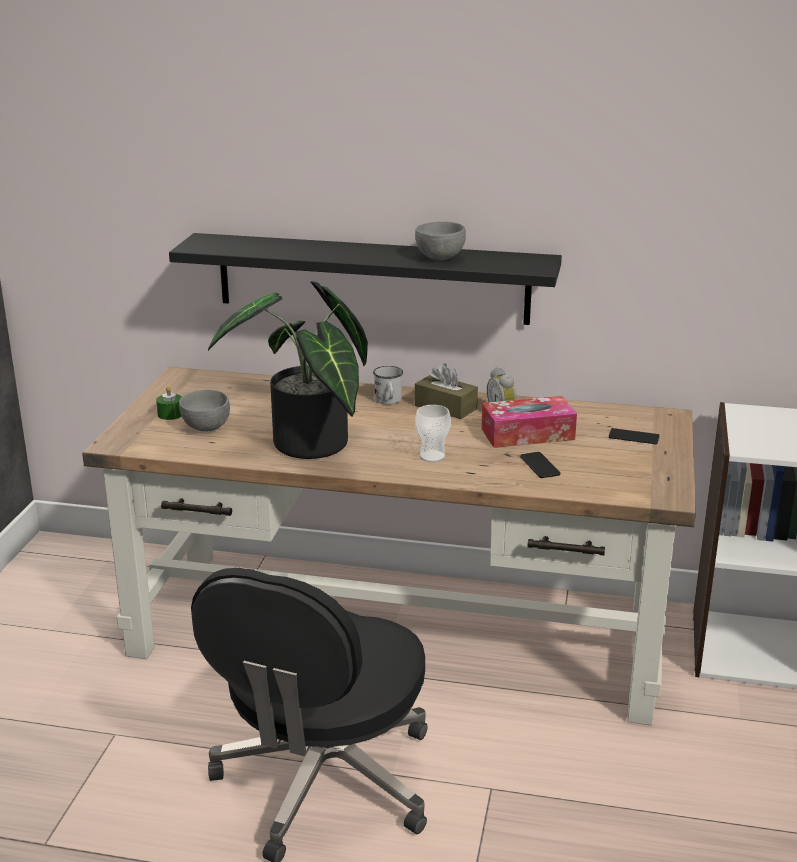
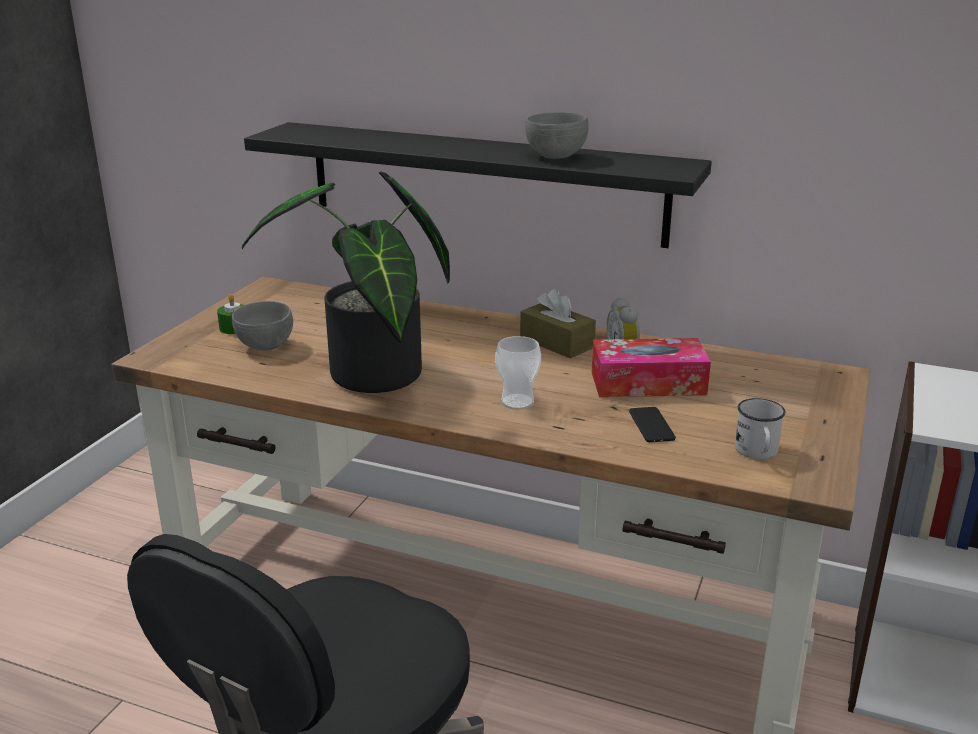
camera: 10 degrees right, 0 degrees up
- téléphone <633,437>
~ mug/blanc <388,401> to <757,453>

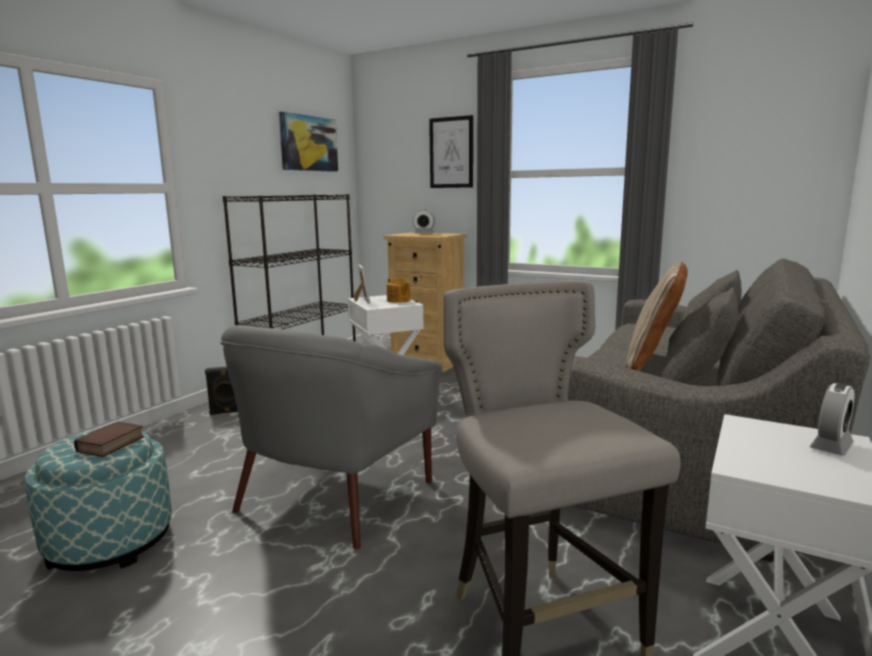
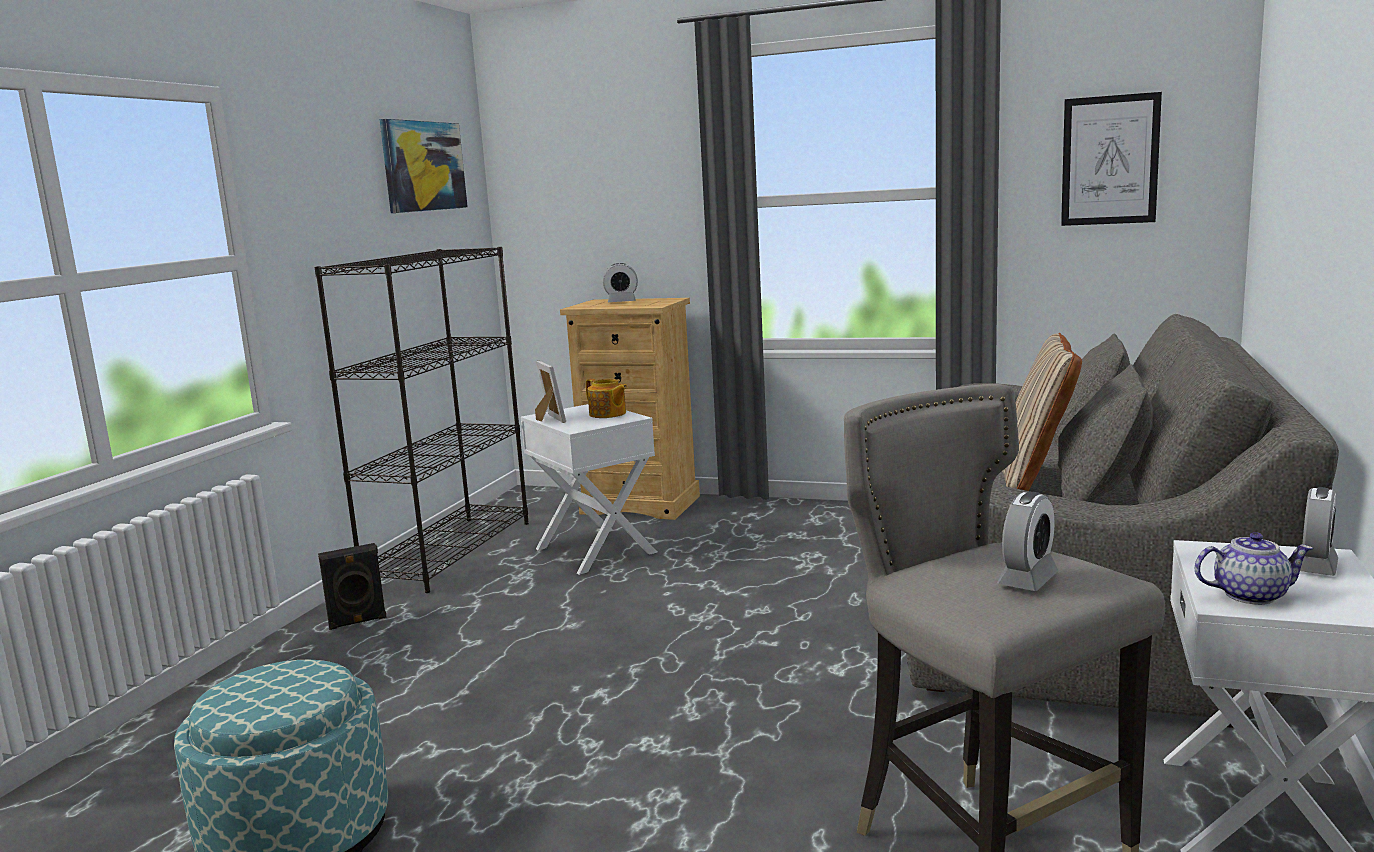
camera: 10 degrees left, 0 degrees up
- livre <111,444>
- fauteuil/gris <333,496>
+ réveil <1027,579>
+ théière <1250,595>
~ tableau <451,152> to <1109,160>

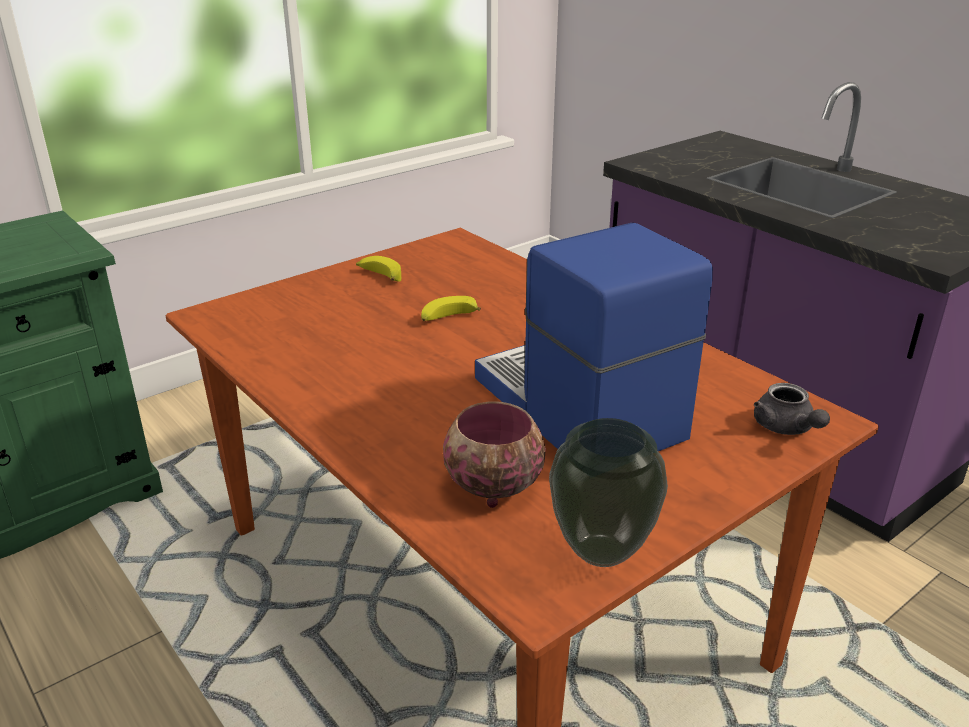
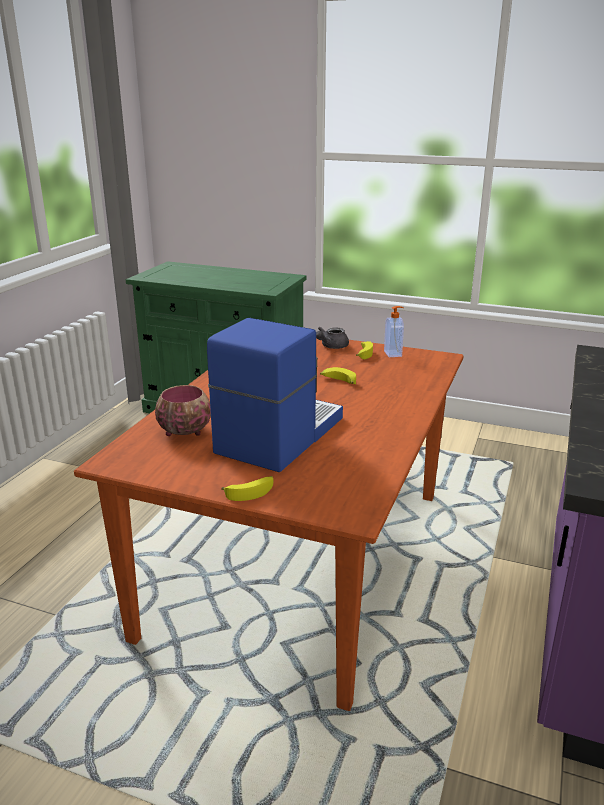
camera: 60 degrees right, 5 degrees down
- vase <603,552>
+ banane <251,492>
+ distributeur de savon <393,354>
~ théière/gris <786,428> to <331,346>

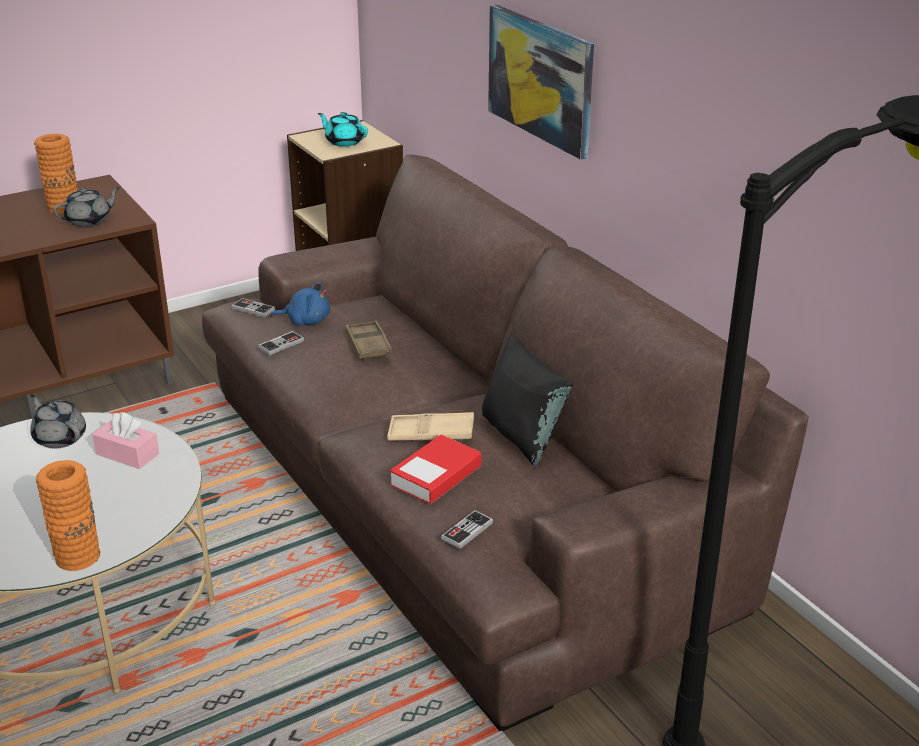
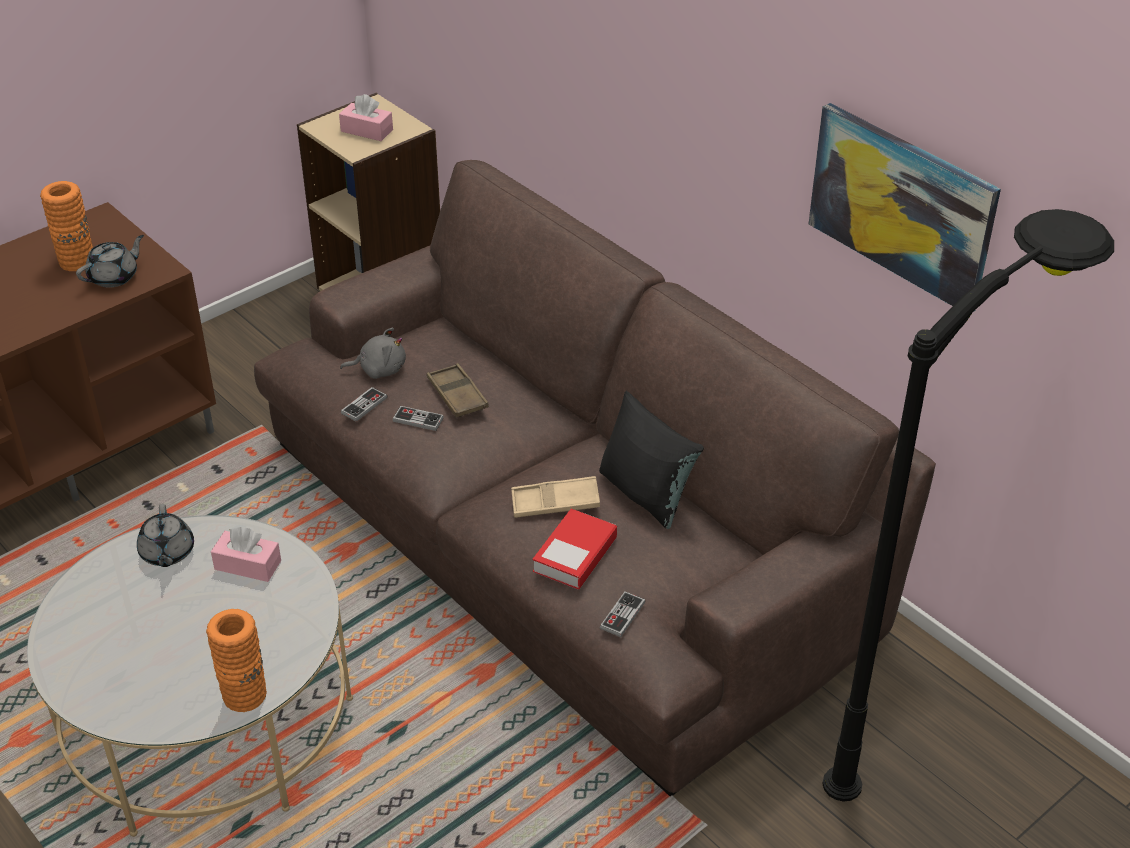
camera: 10 degrees left, 10 degrees up
~ manette <253,309> to <418,420>
~ tableau <541,79> to <902,205>
~ théière/turquoise <344,142> to boîte à mouchoirs/rose <367,130>
~ peluche/bleu <306,321> to peluche/gris <379,369>
~ théière/gris <59,437> = <167,553> 135 degrees counterclockwise

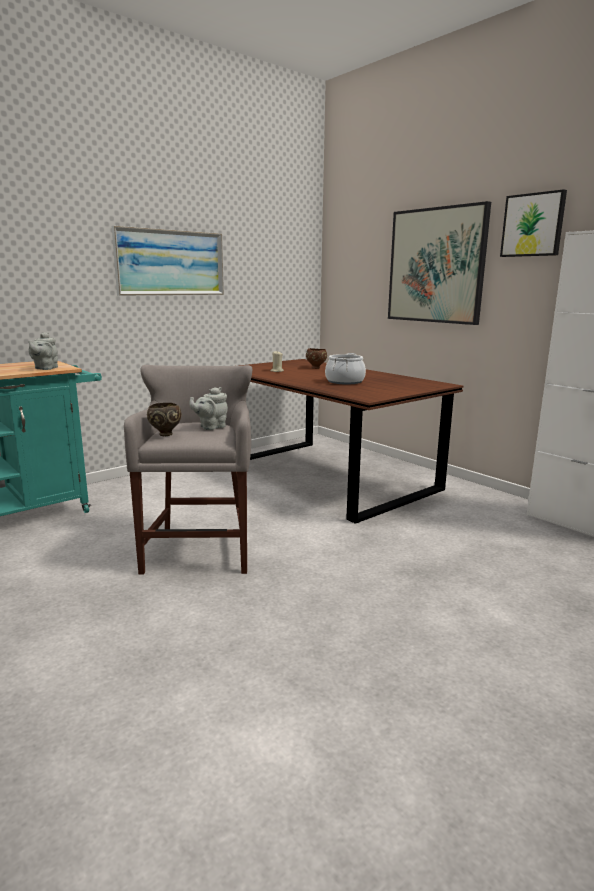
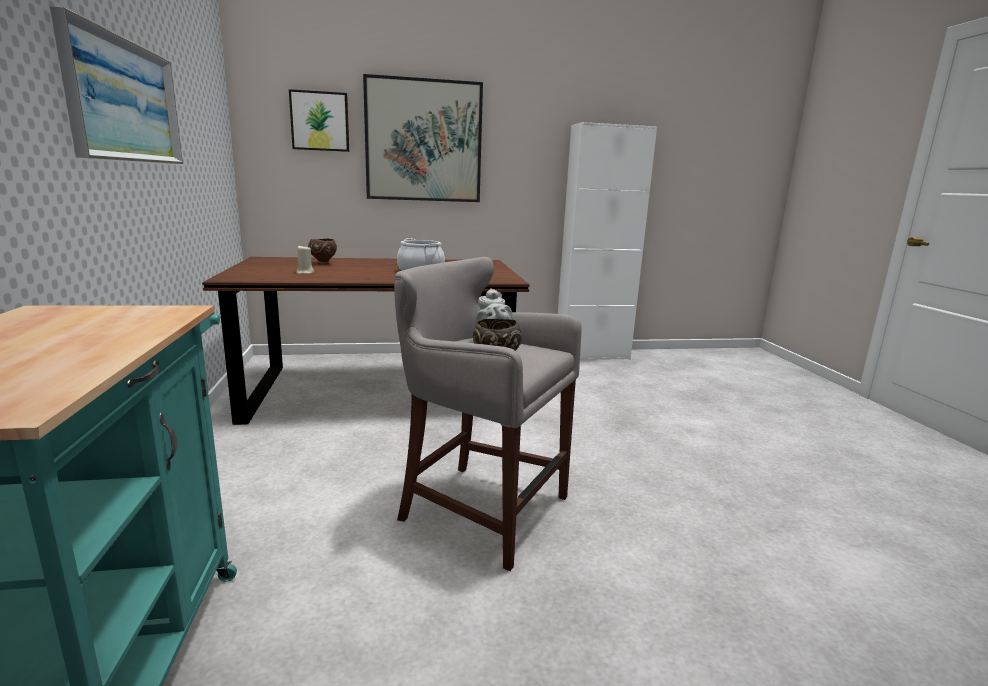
camera: 60 degrees left, 0 degrees up
- théière/gris <45,368>
~ tableau <533,225> to <320,121>

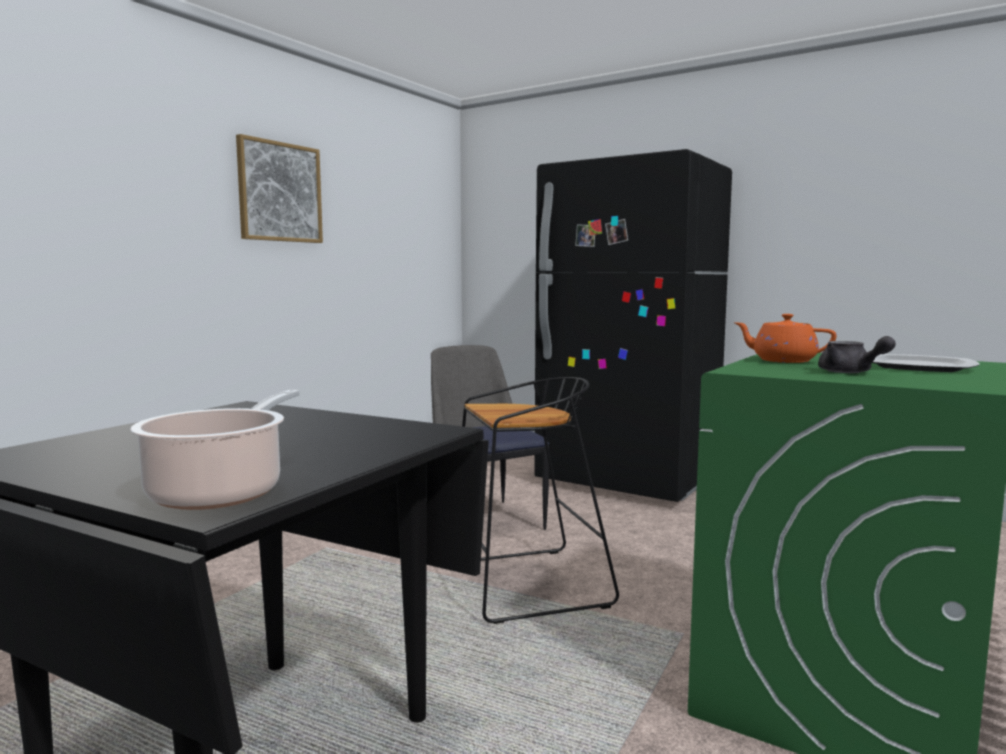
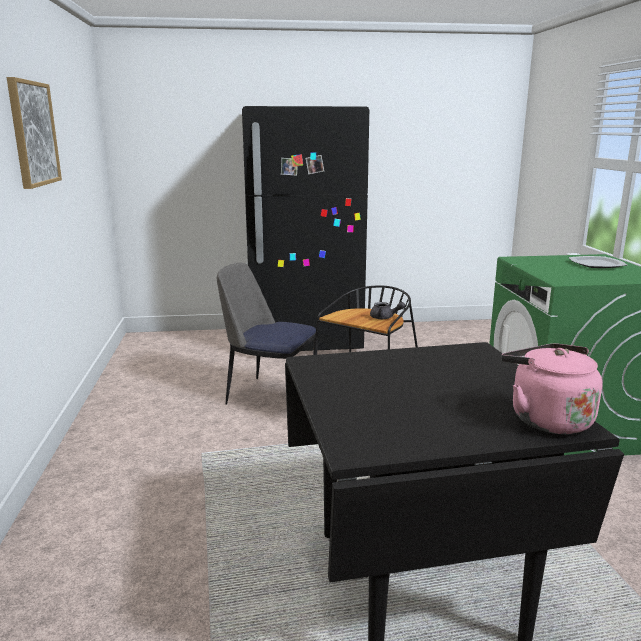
camera: 40 degrees left, 10 degrees up
- théière/orange <782,361>
~ théière/gris <850,372> to <385,318>
~ marmite <221,491> to bouilloire/rose <546,418>

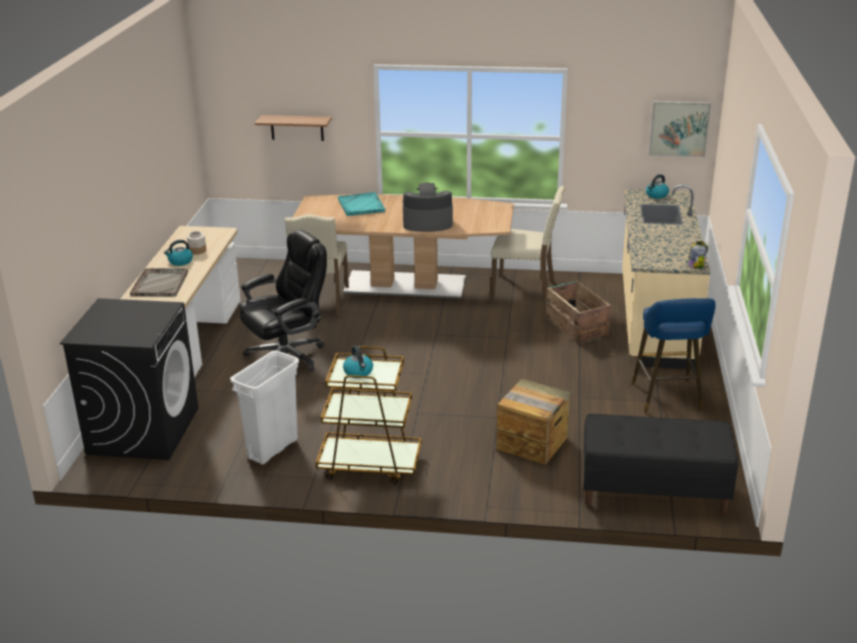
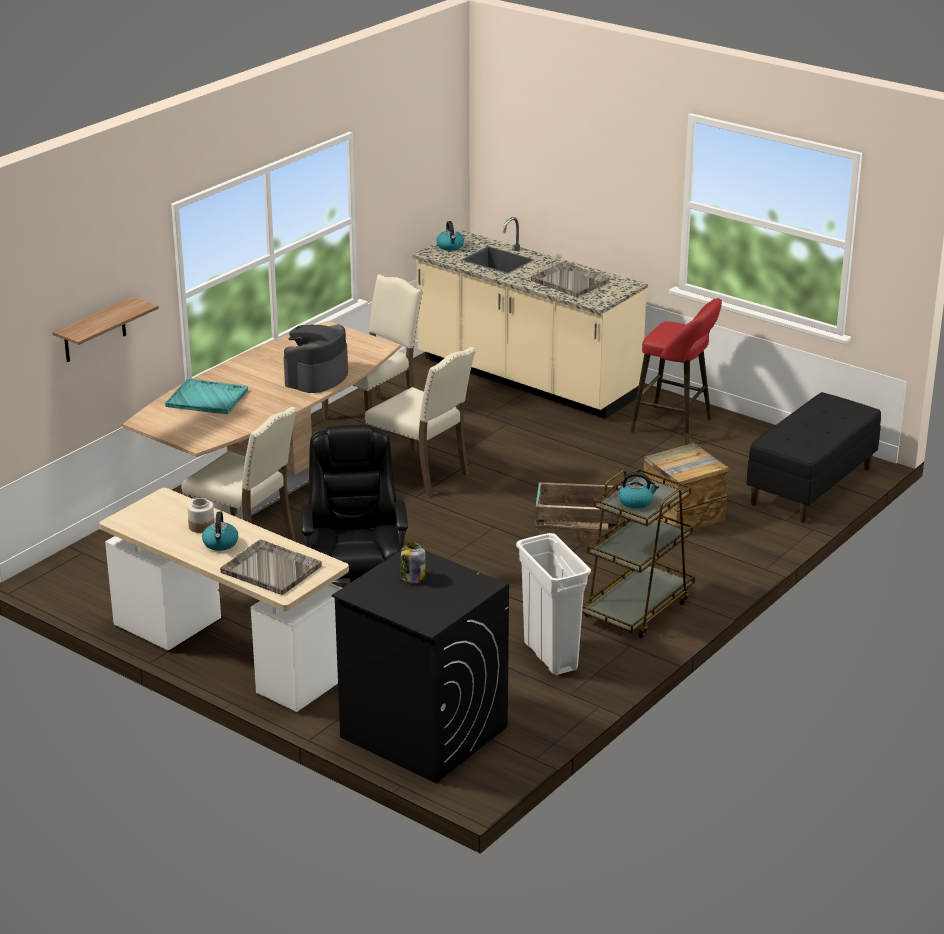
camera: 60 degrees left, 0 degrees up
- tableau <679,128>
+ chaise/beige <421,474>
+ plateau/gris <569,281>
~ caisse <576,325> to <576,535>
~ bocal <696,265> to <412,577>
~ tabouret/bleu <668,398> to tabouret/rouge <676,426>

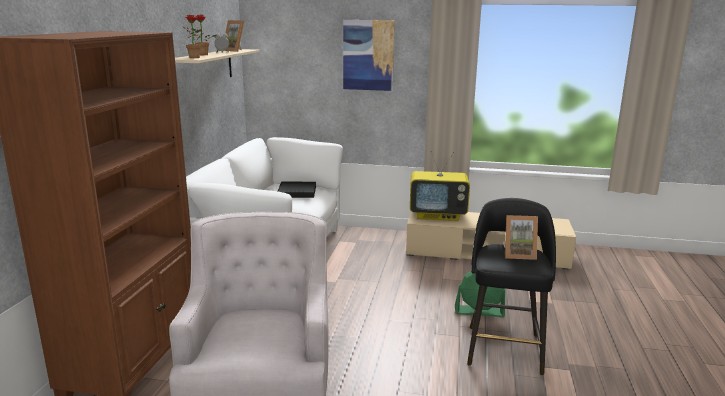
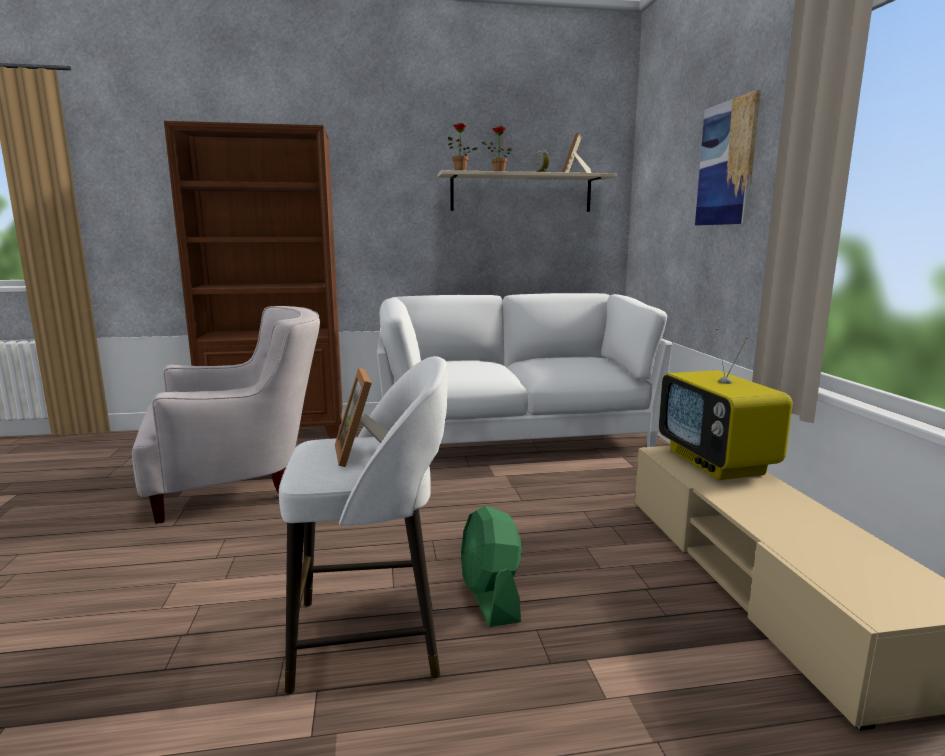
camera: 70 degrees right, 5 degrees down
- plateau/noir <297,192>
~ tabouret/noir <504,347> to tabouret/blanc <372,637>

